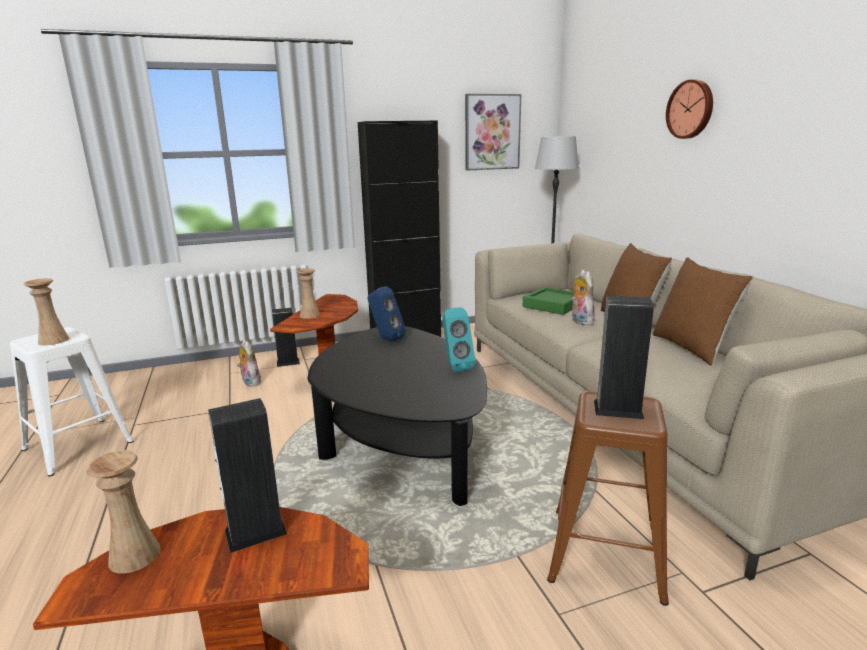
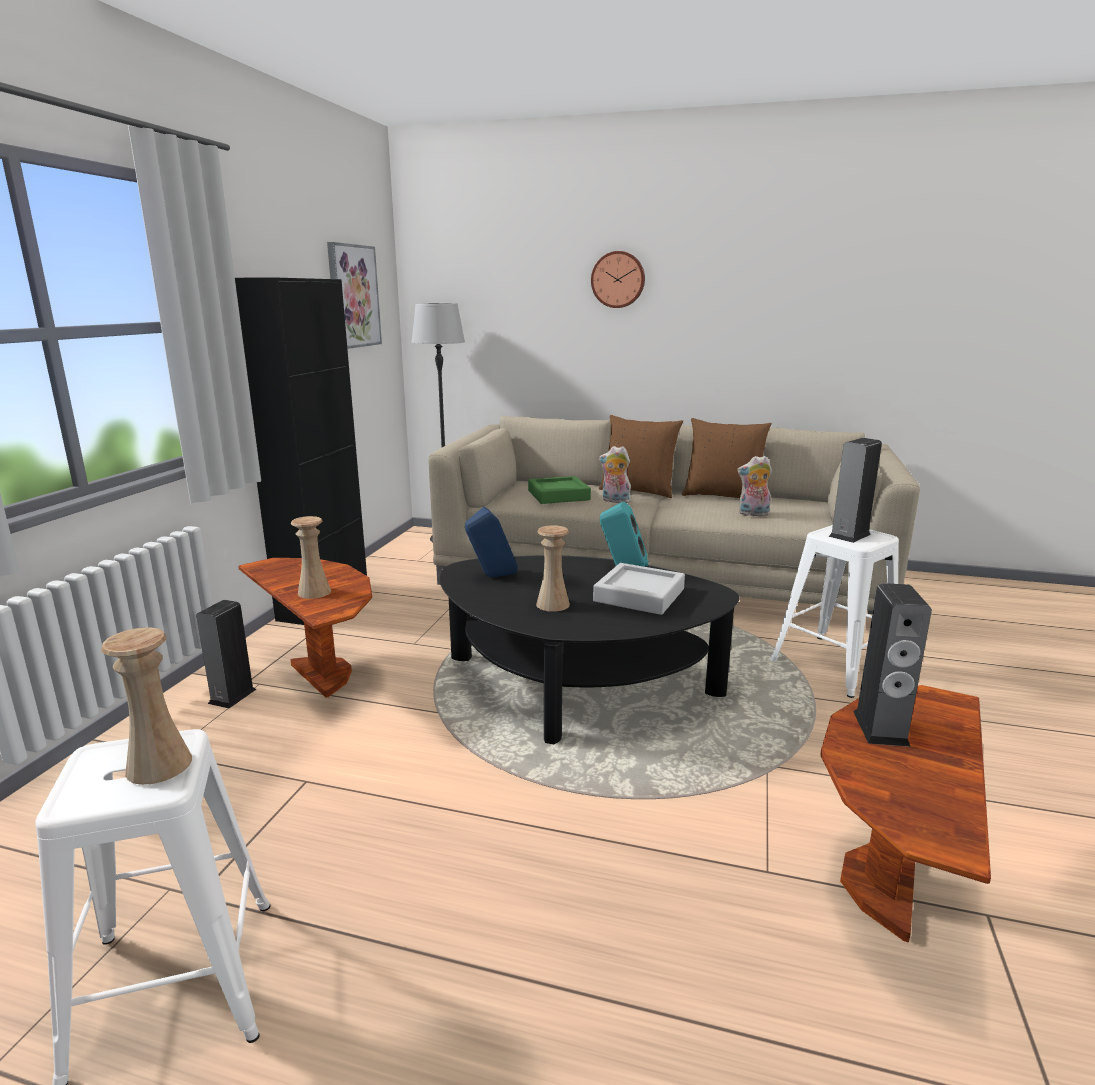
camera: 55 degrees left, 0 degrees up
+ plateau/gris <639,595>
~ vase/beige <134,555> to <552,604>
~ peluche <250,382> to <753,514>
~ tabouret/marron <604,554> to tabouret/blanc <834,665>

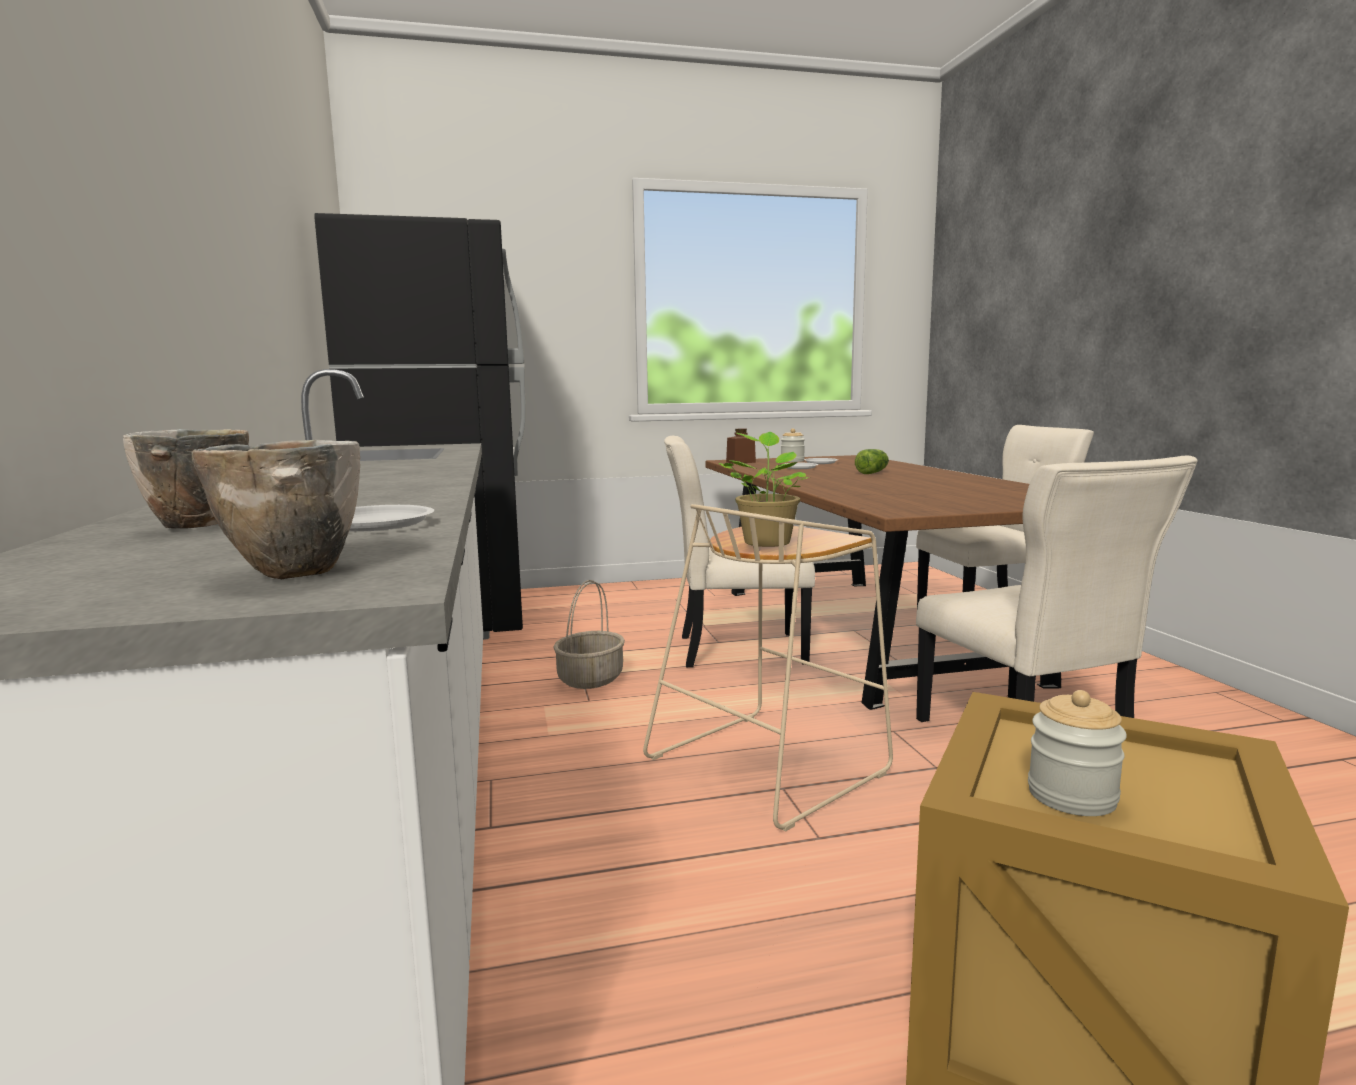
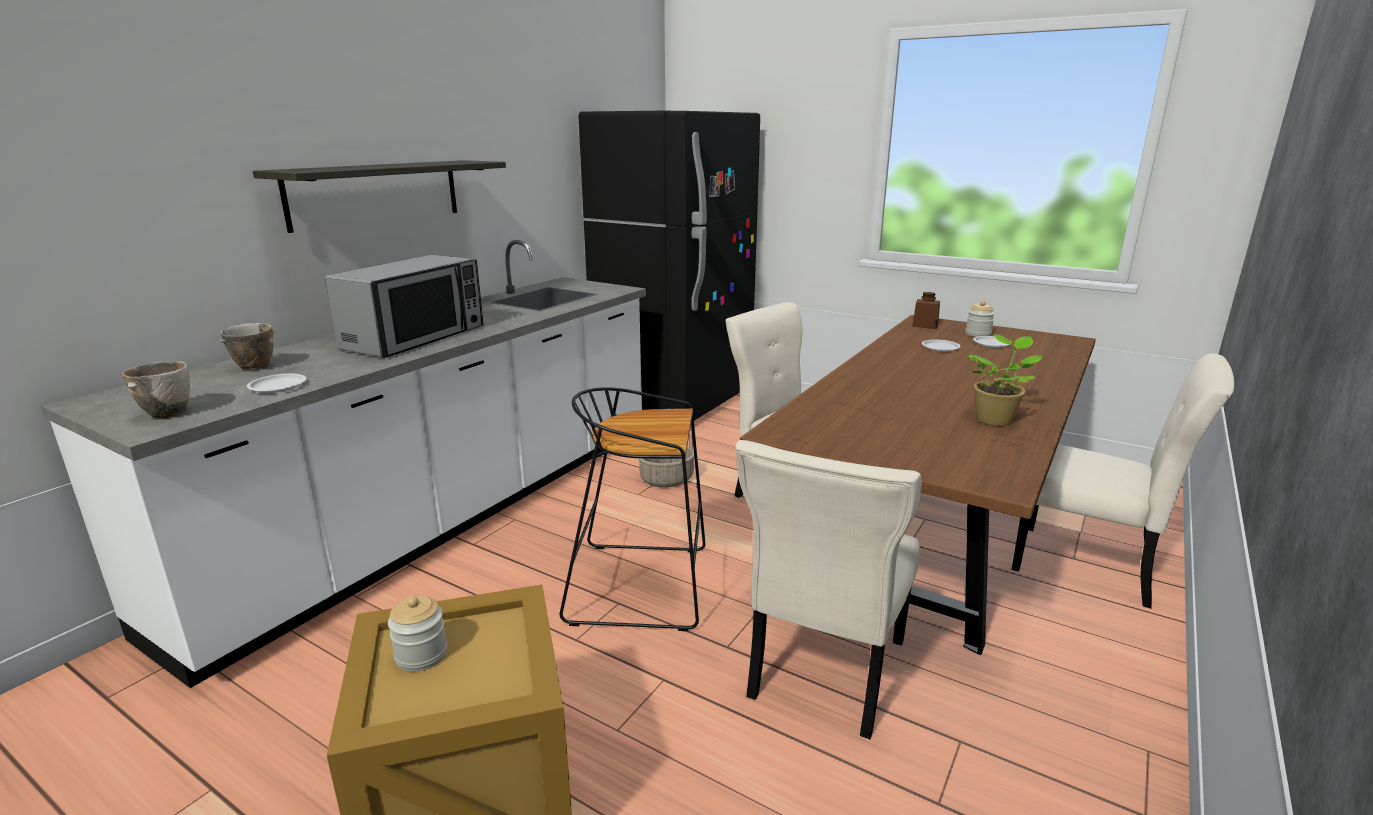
camera: 45 degrees right, 10 degrees up
- laitue <873,472>
+ étagère <376,193>
+ micro-ondes <416,338>
~ plante en pot <766,542> to <995,419>
~ tabouret/beige <767,763> to tabouret/noir <642,584>

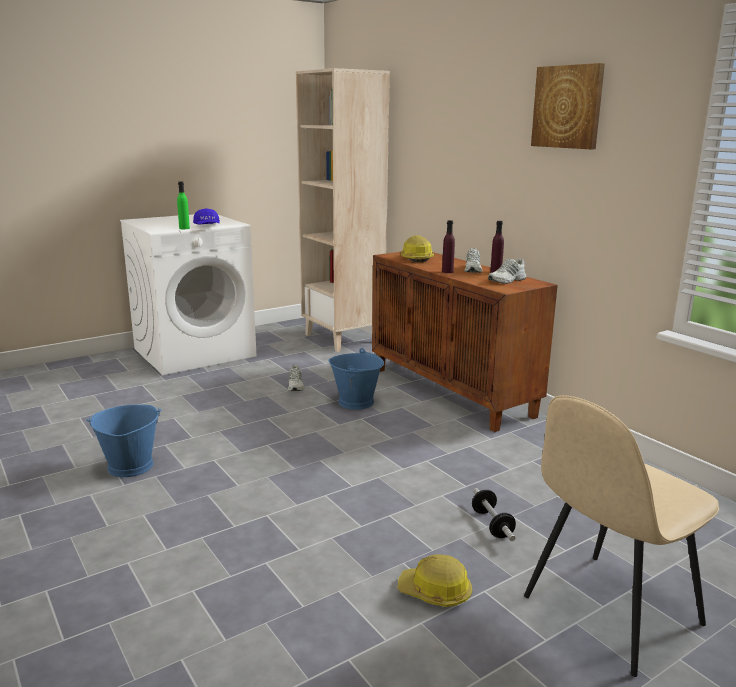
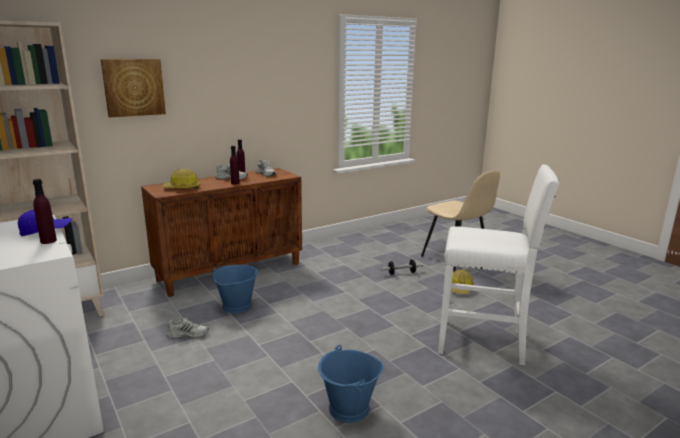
camera: 90 degrees left, 0 degrees up
+ tabouret/blanc <483,342>
~ tableau <568,107> to <133,87>
~ bouteille/vert <184,228> to bouteille/violet <48,241>

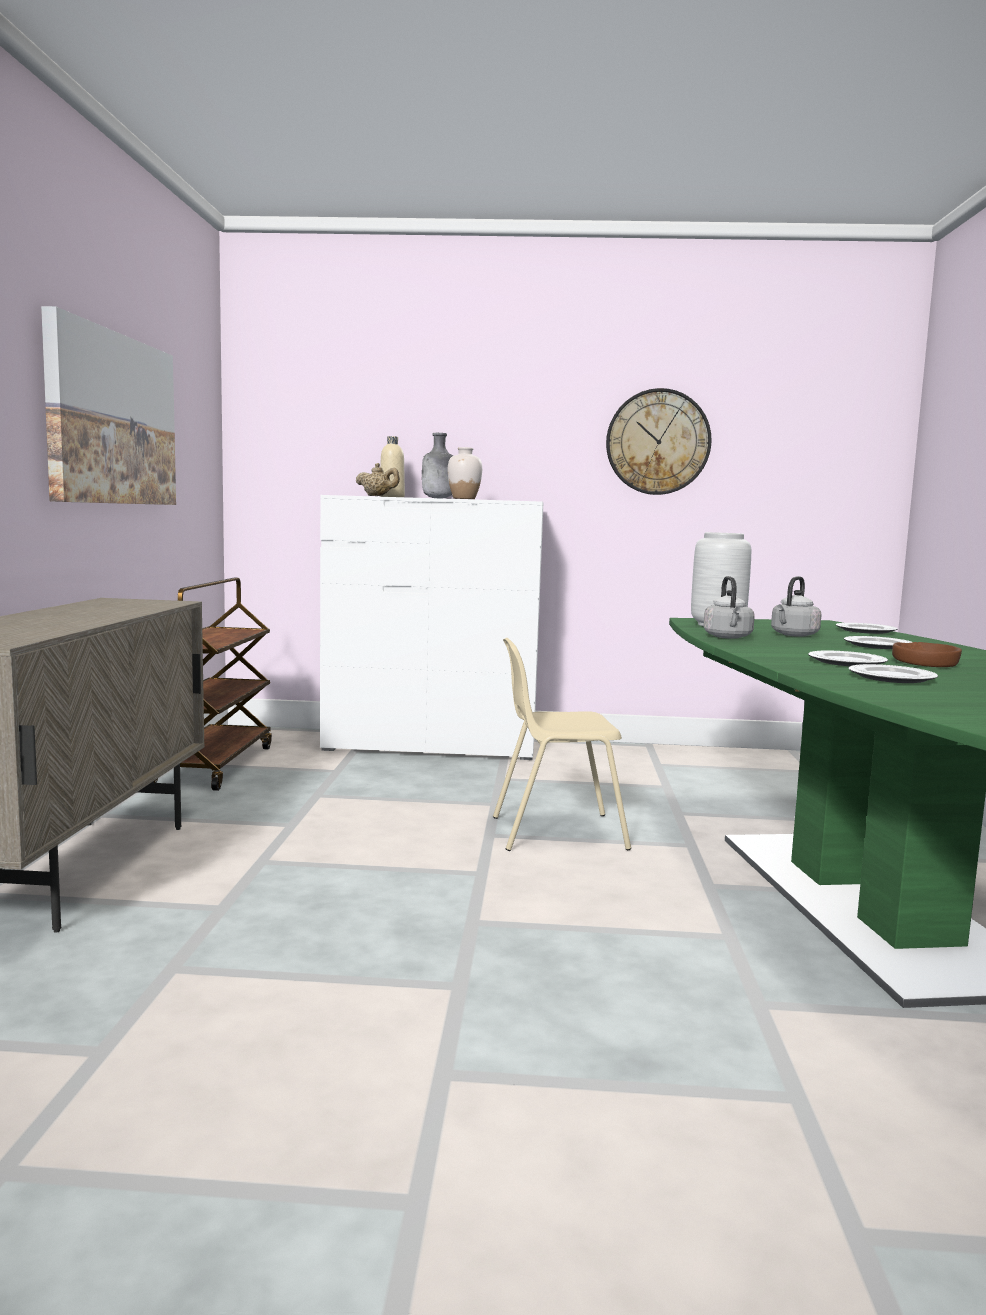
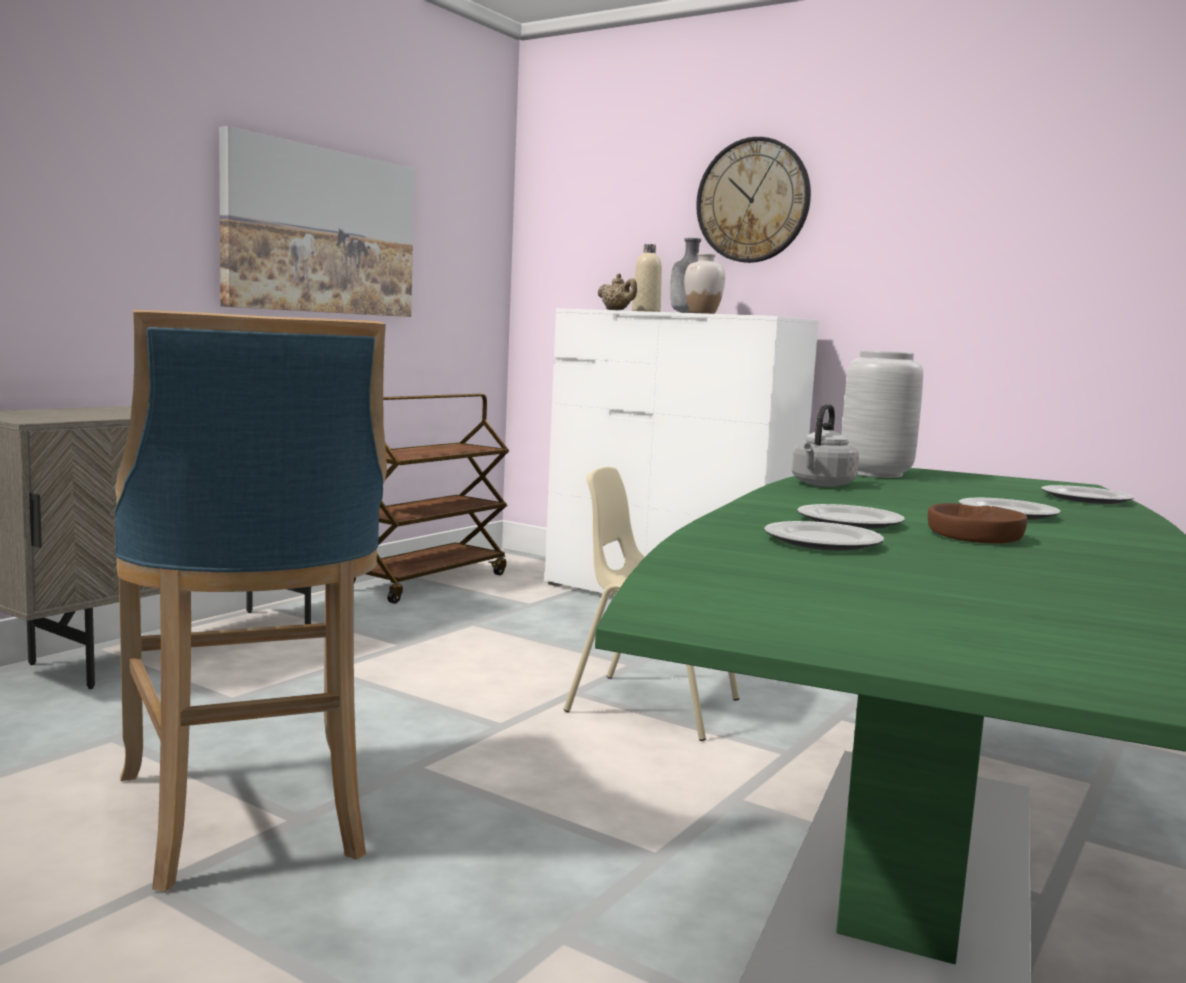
camera: 30 degrees right, 0 degrees up
- bouilloire/gris <793,635>
+ tabouret/bleu <249,818>
~ horloge murale <658,442> to <753,200>

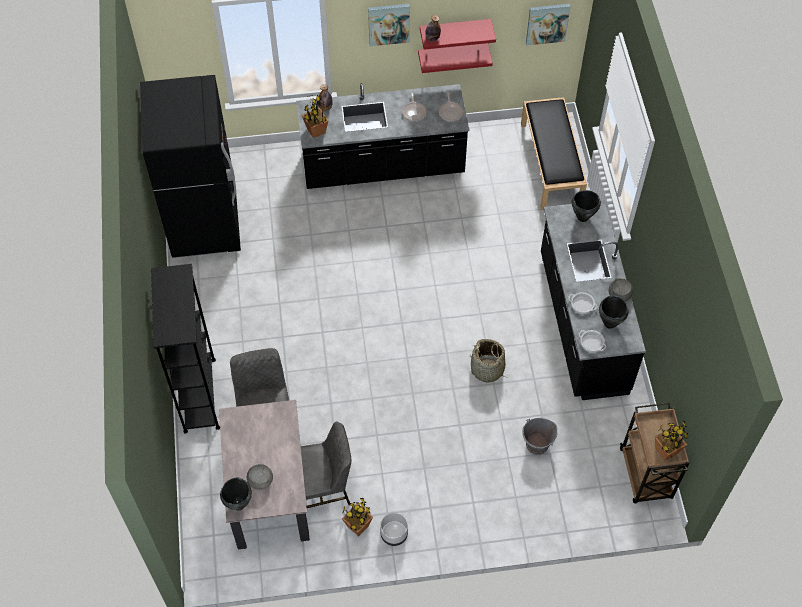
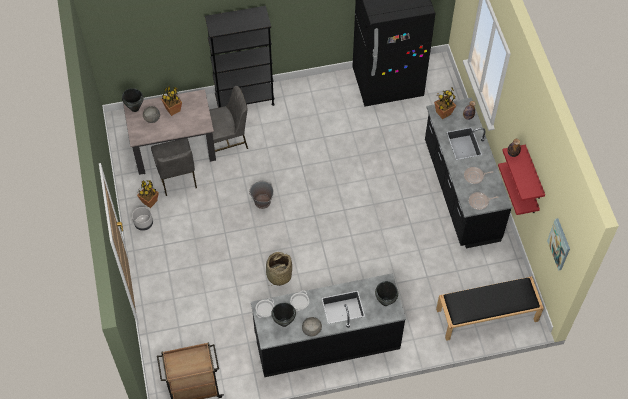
camera: 85 degrees right, 0 degrees up
- tableau <389,24>
~ seau/gris <537,444> to <262,202>
~ plante en pot <666,451> to <173,109>

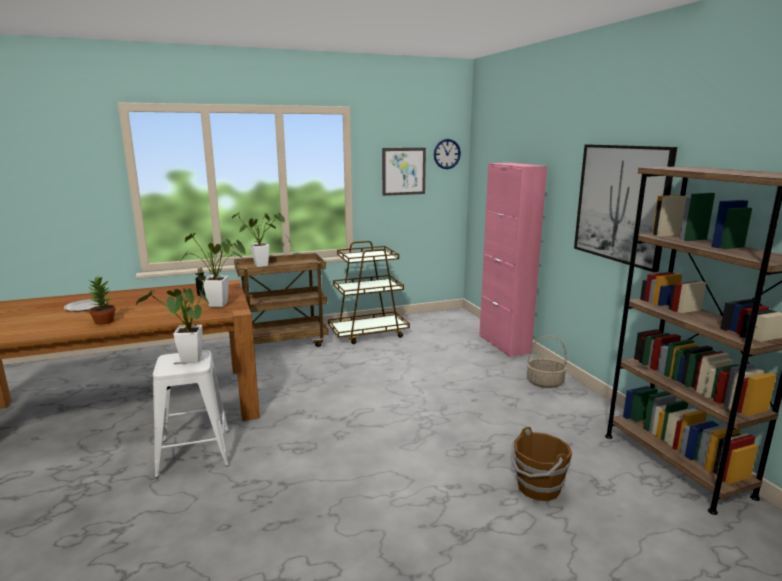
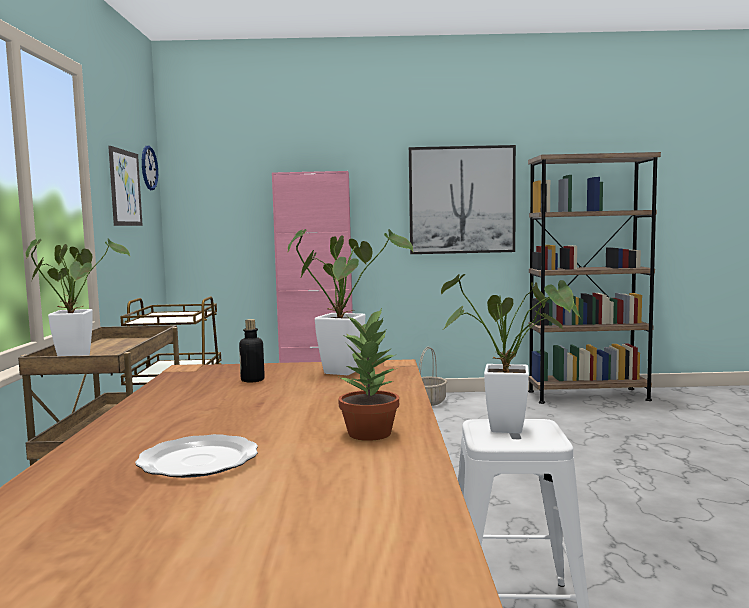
camera: 70 degrees left, 10 degrees down
- seau/marron <537,488>

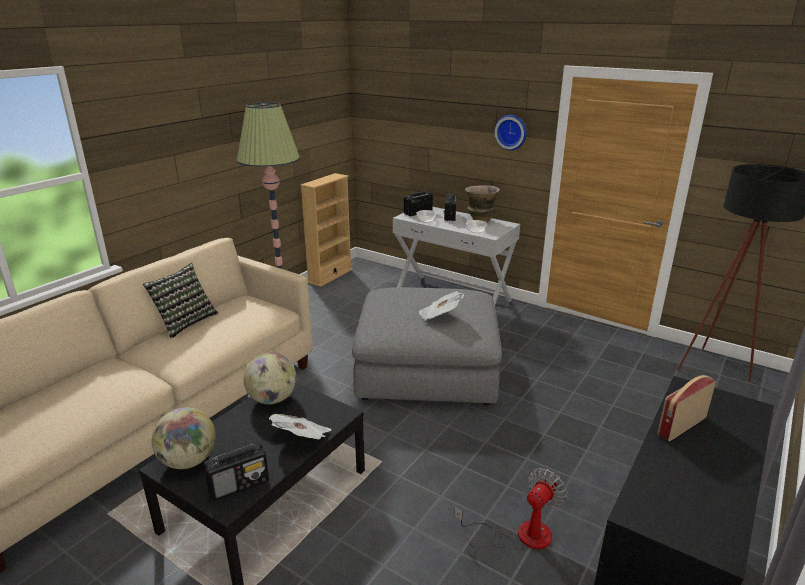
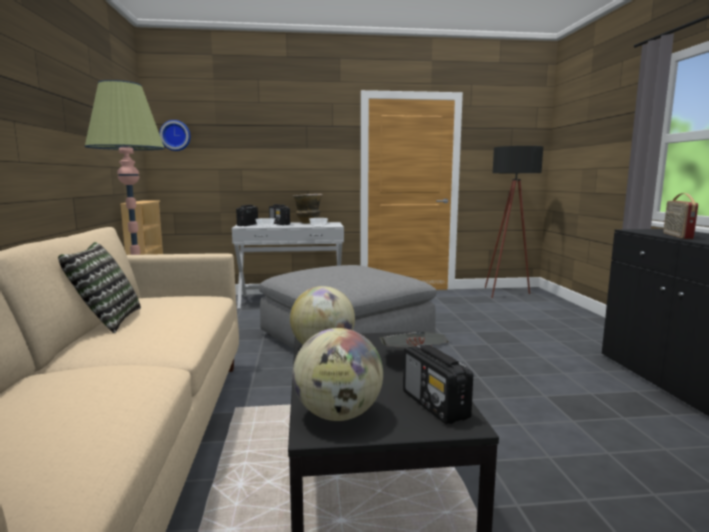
camera: 40 degrees left, 15 degrees down
- journal <439,316>
- ventilateur <521,534>
~ horloge murale <511,132> to <175,135>
~ radio <239,485> = <435,405> 135 degrees clockwise

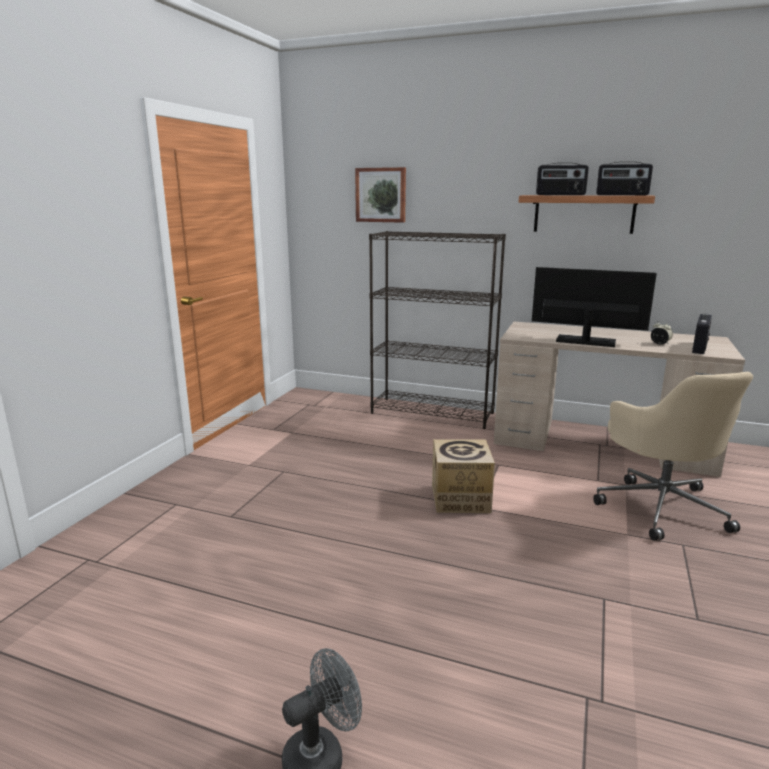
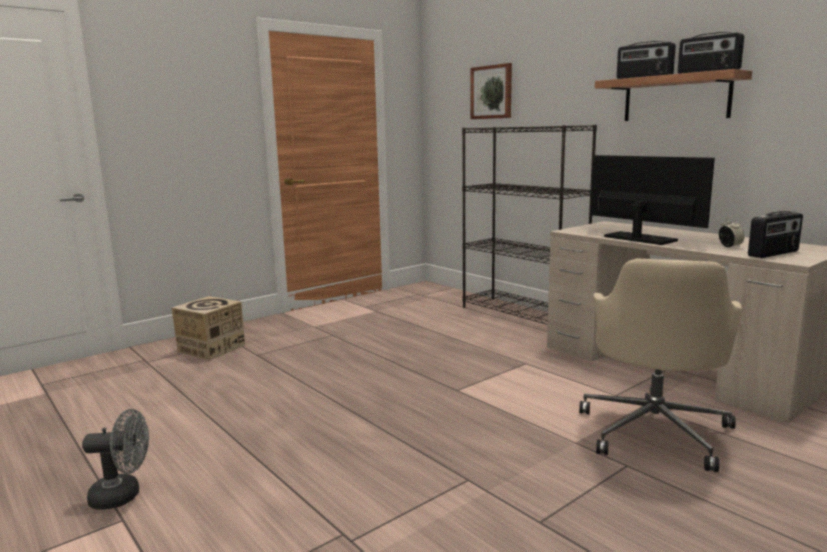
camera: 30 degrees right, 5 degrees down
~ carton <460,499> to <211,349>

